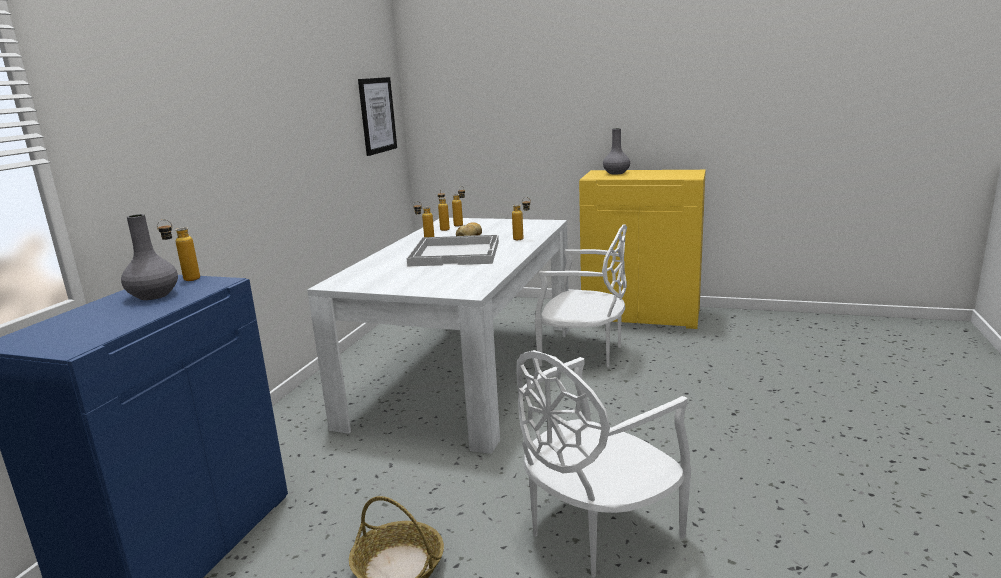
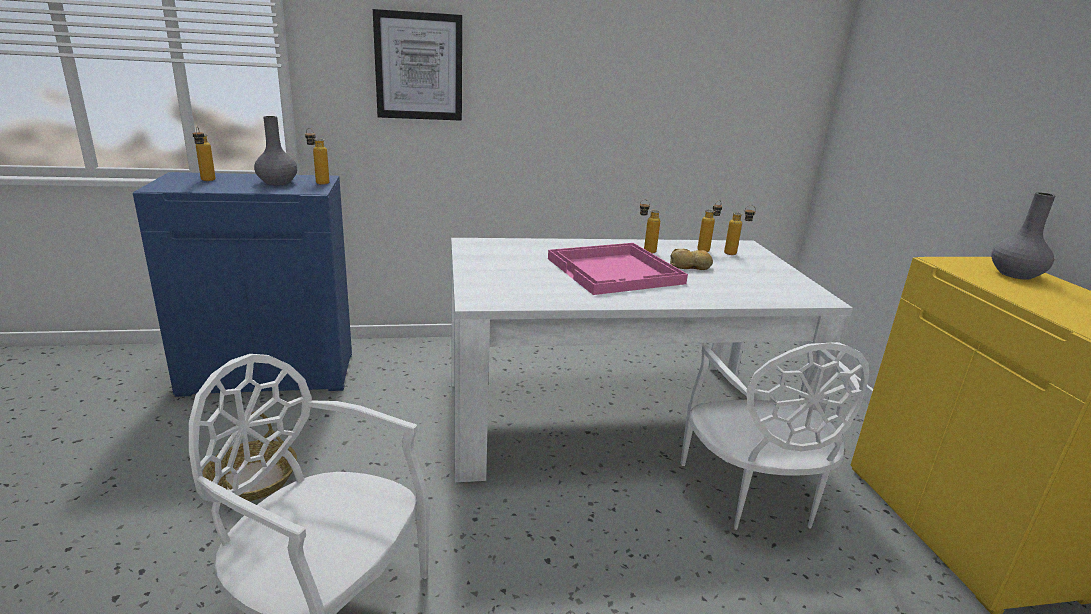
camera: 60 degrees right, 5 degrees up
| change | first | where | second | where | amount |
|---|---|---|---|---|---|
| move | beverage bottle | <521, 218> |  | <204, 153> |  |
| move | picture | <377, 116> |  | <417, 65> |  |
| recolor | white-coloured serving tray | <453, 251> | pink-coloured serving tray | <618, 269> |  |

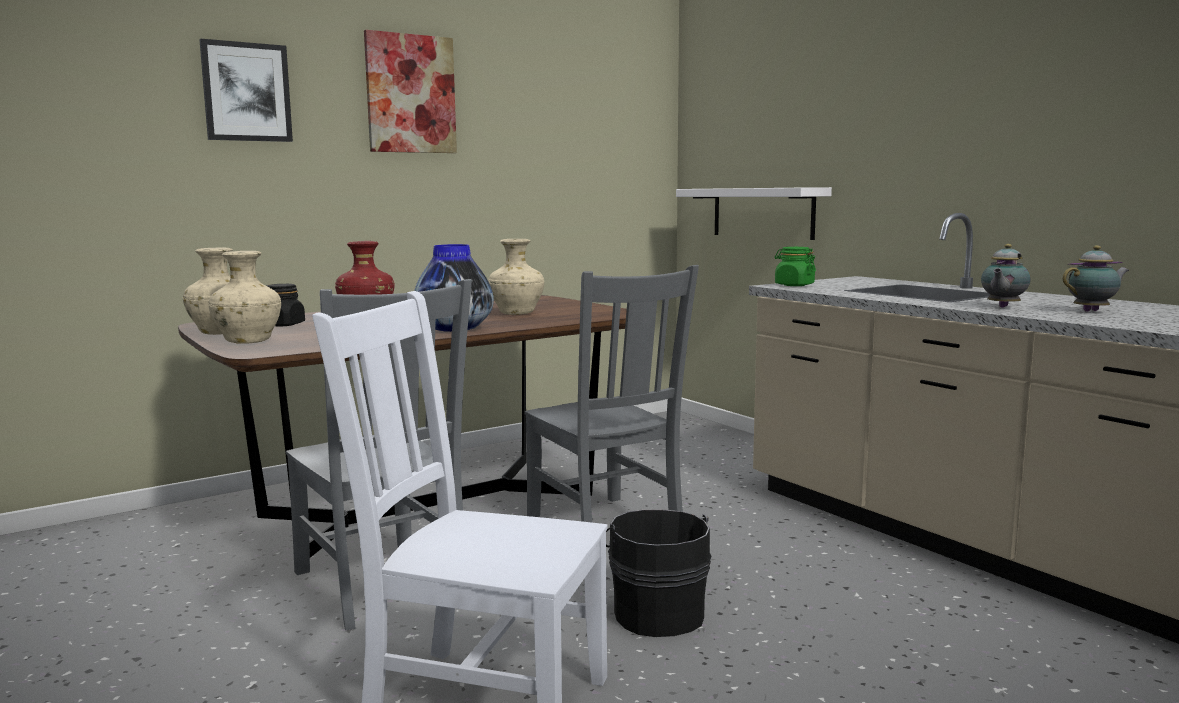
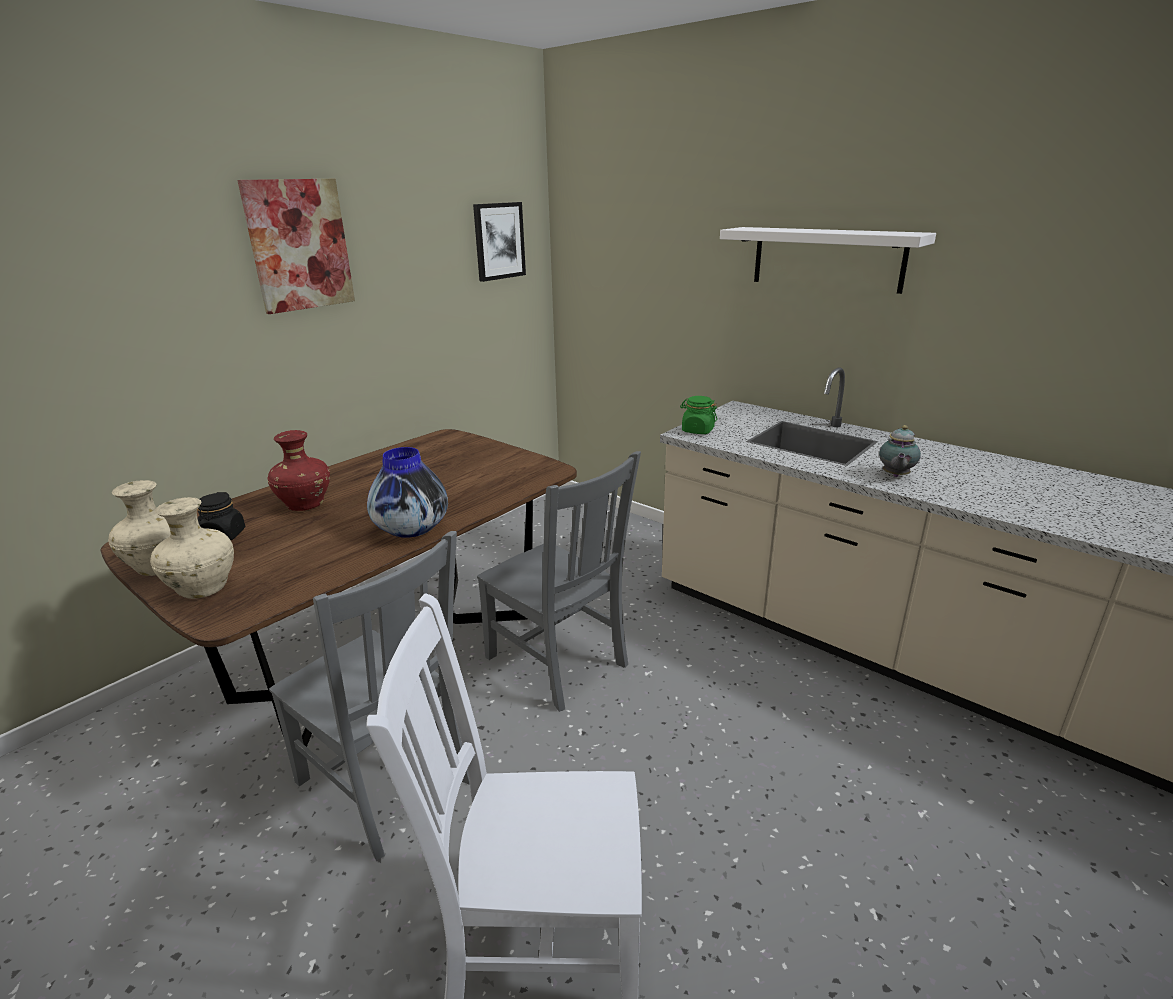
camera: 15 degrees left, 15 degrees up
| change | first | where | second | where | amount |
|---|---|---|---|---|---|
| move | picture | <246, 90> |  | <499, 242> |  |
| move | white-coloured shelf | <754, 213> |  | <828, 260> |  |
| delete | sand-coloured flower vase | <516, 277> |  |  |  |
| delete | black bucket | <658, 573> |  |  |  |
| delete | tea pot | <1096, 278> |  |  |  |

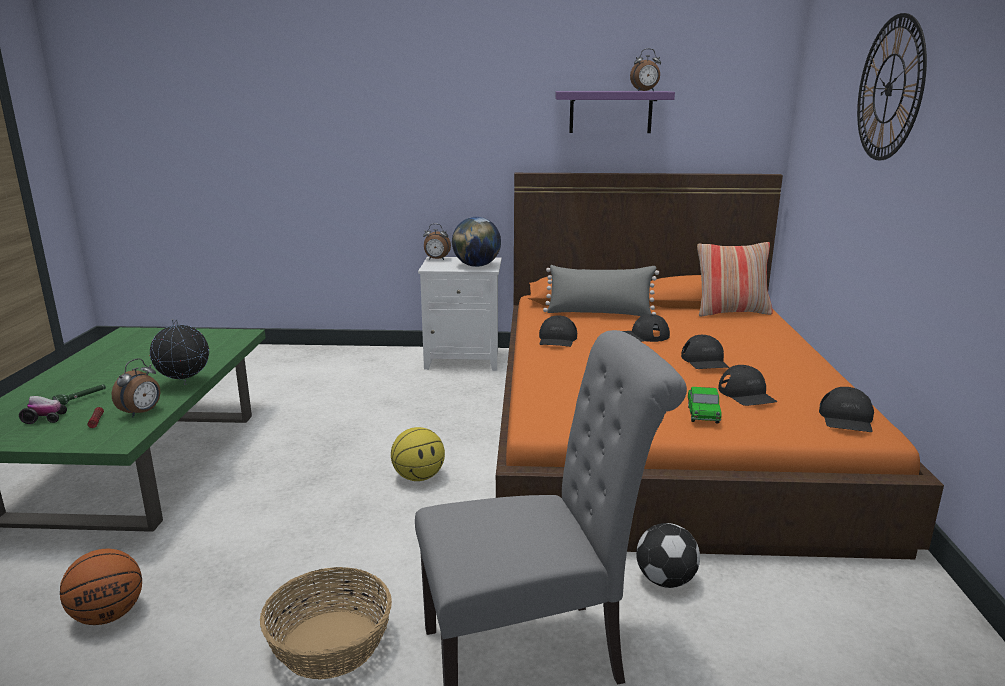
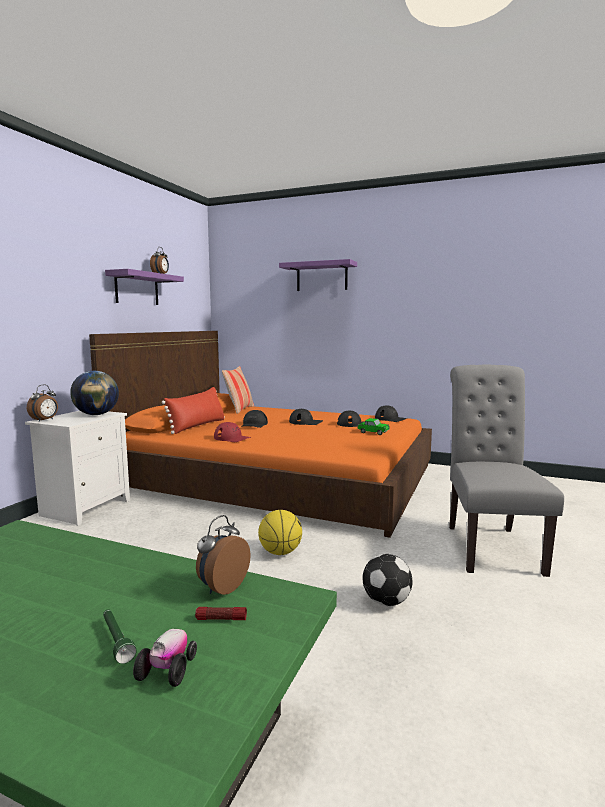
camera: 70 degrees left, 10 degrees down
| change | first | where | second | where | amount |
|---|---|---|---|---|---|
| recolor | greyish cushion | <601, 290> | red-coloured cushion | <193, 410> |  |
| rotate | table clock | <135, 387> |  | <223, 555> | 105 degrees counterclockwise |
| recolor | black baseball cap | <558, 331> | red-coloured baseball cap | <232, 432> |  |
| replace | wall clock | <892, 86> | purple shelf | <318, 275> |  |
| move | football | <668, 555> |  | <388, 580> |  |
| delete | basketball | <101, 587> |  |  |  |
| delete | world globe | <179, 352> |  |  |  |
| delete | household basket | <326, 623> |  |  |  |

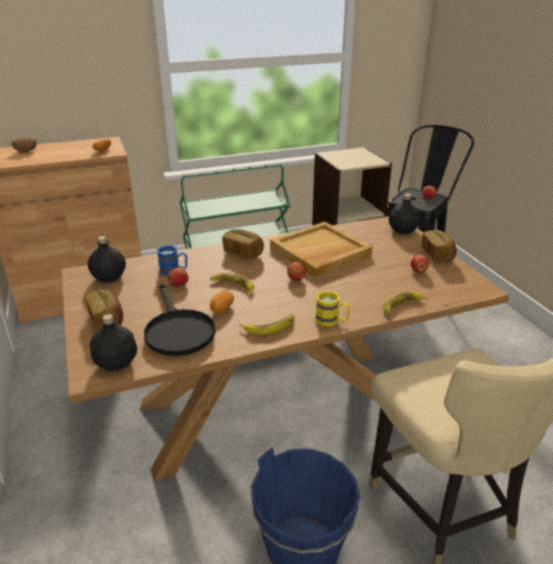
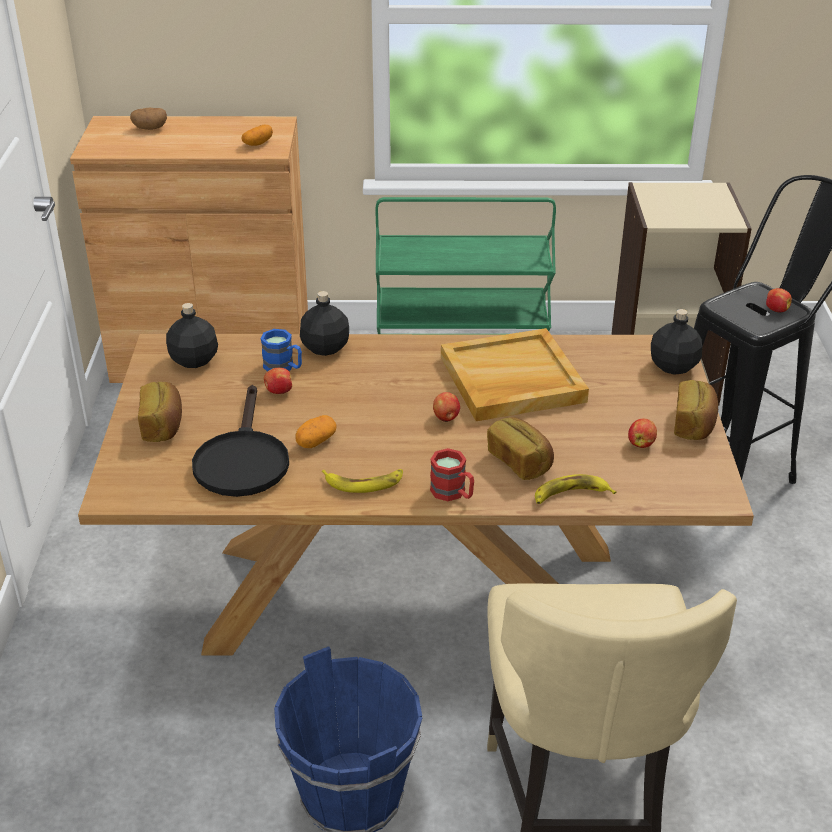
camera: 20 degrees right, 5 degrees up
| change | first | where | second | where | amount |
|---|---|---|---|---|---|
| move | black beverage bottle | <113, 342> |  | <324, 323> |  |
| recolor | yellow tea mug | <333, 308> | red-coloured tea mug | <452, 474> |  |
| move | bakery bread | <243, 244> |  | <520, 448> |  |
| delete | whole banana | <232, 283> |  |  |  |

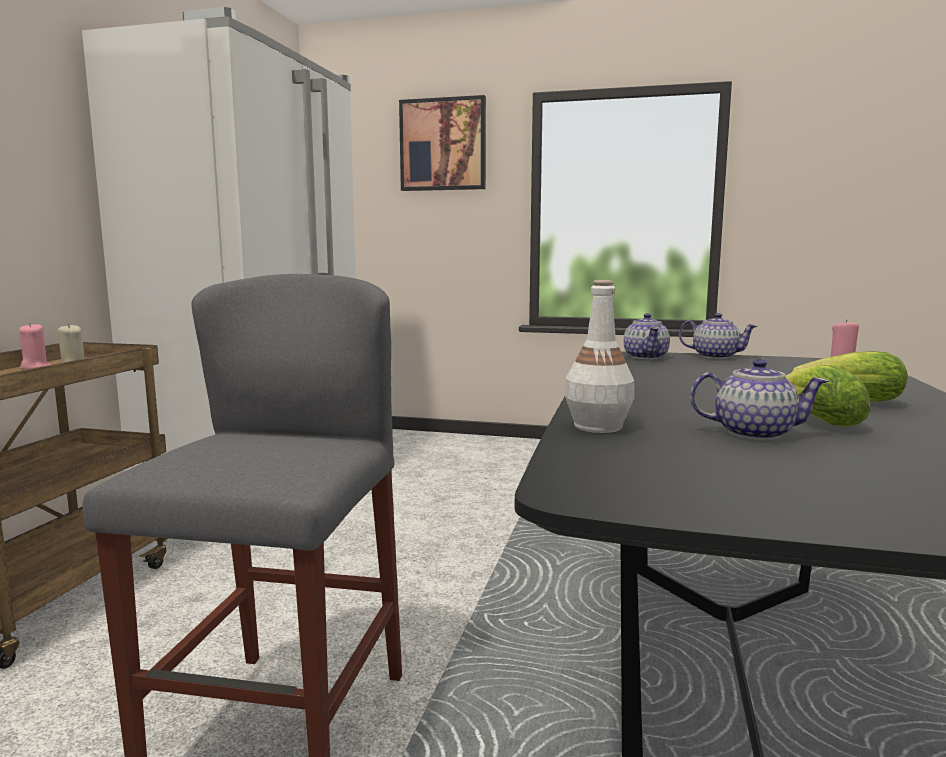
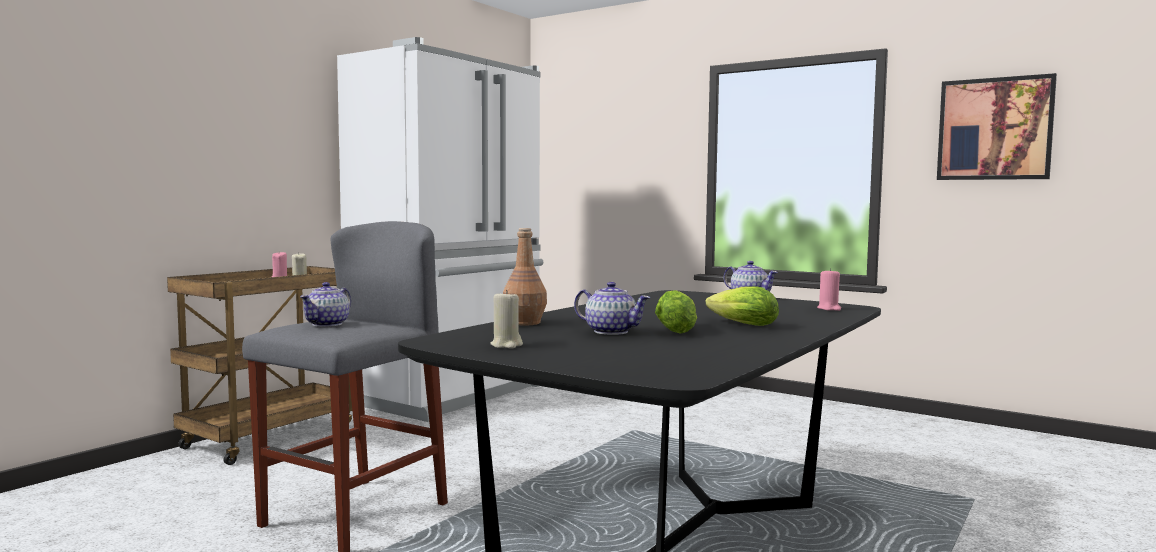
camera: 20 degrees right, 5 degrees down
| change | first | where | second | where | amount |
|---|---|---|---|---|---|
| move | tea pot | <647, 336> |  | <325, 304> |  |
| insert |  |  | sand-coloured wax light | <506, 319> |  |
| recolor | white-coloured beverage bottle | <599, 356> | brown beverage bottle | <525, 277> |  |
| move | picture | <442, 143> |  | <997, 126> |  |

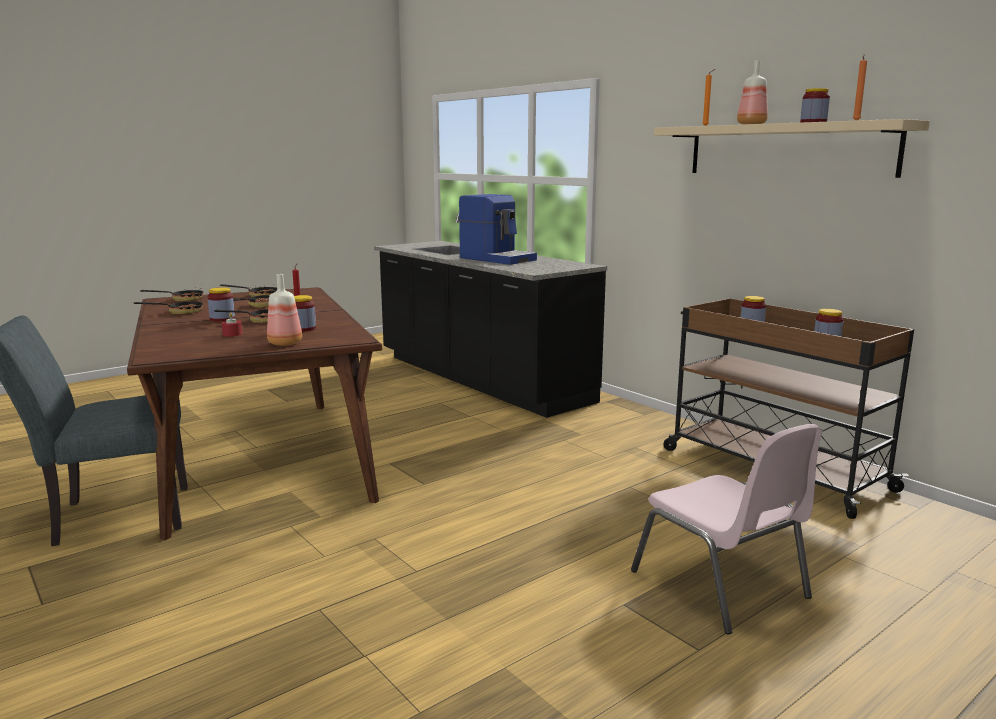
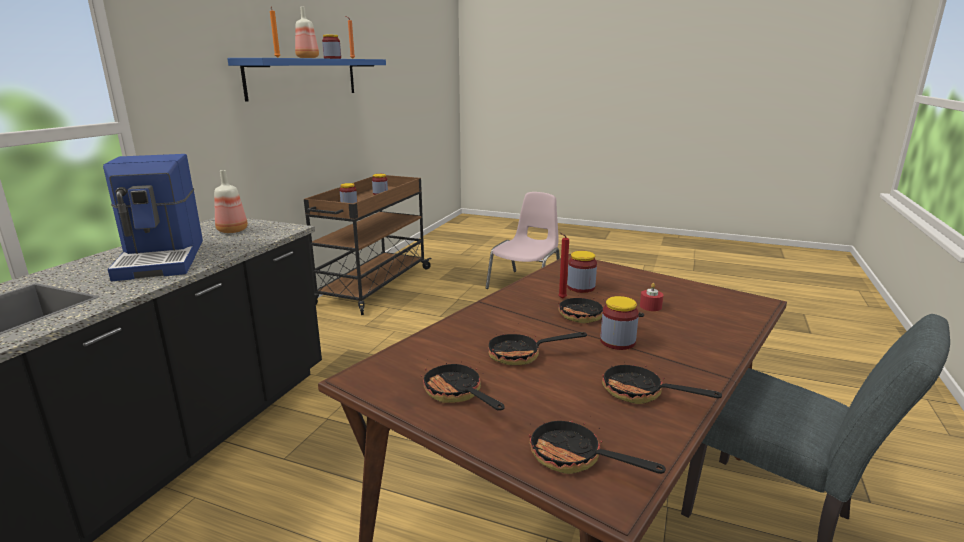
camera: 120 degrees left, 5 degrees up
| change | first | where | second | where | amount |
|---|---|---|---|---|---|
| rotate | coffee machine | <498, 229> |  | <153, 217> | 150 degrees clockwise |
| move | beverage bottle | <284, 310> |  | <231, 201> |  |
| recolor | sand-coloured shelf | <792, 148> | bluish shelf | <306, 80> |  |

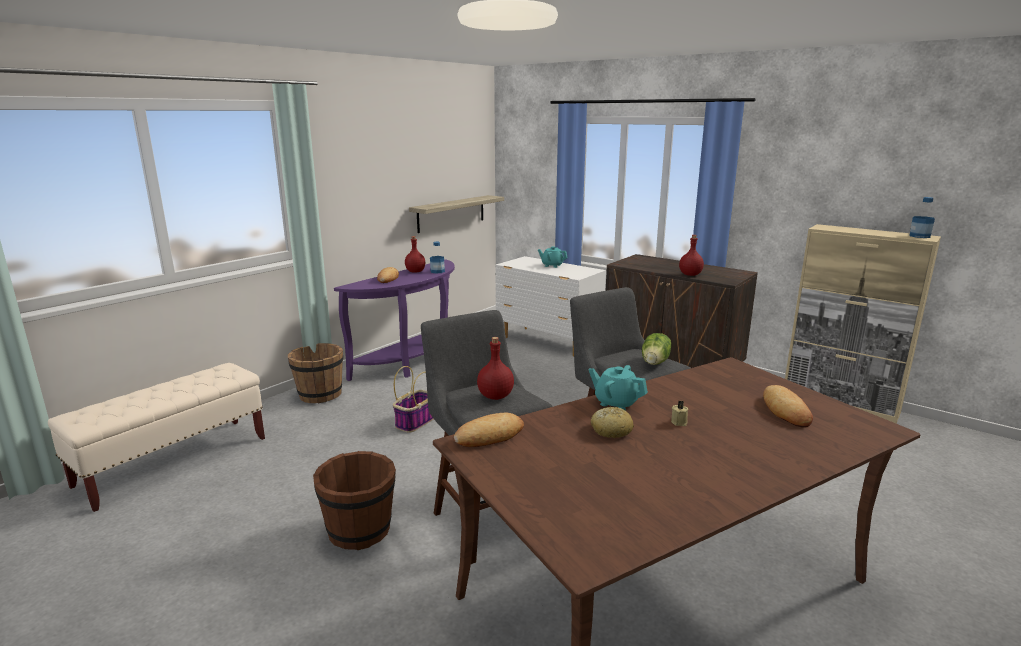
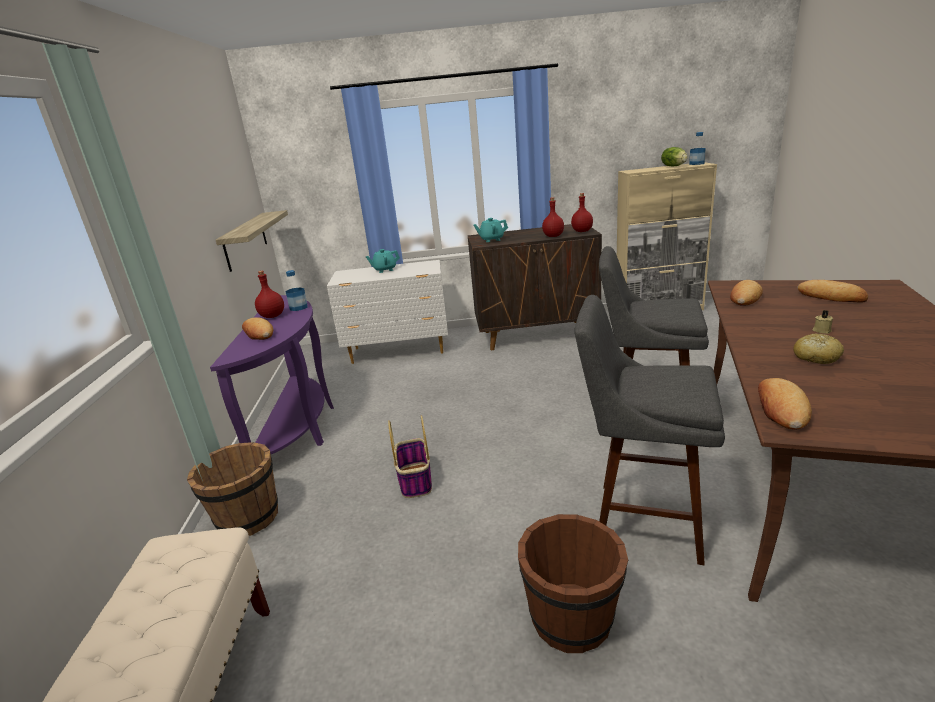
camera: 40 degrees left, 5 degrees up
| change | first | where | second | where | amount |
|---|---|---|---|---|---|
| move | turquoise-coloured tea pot | <618, 387> |  | <491, 230> |  |
| move | red-coloured beverage bottle | <495, 368> |  | <582, 212> |  |
| move | lettuce head | <656, 349> |  | <674, 156> |  |
| insert |  |  | bakery bread | <746, 293> |  |

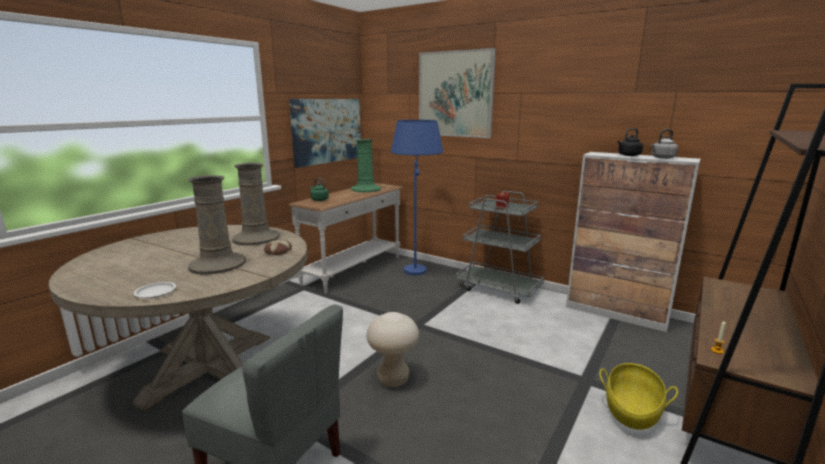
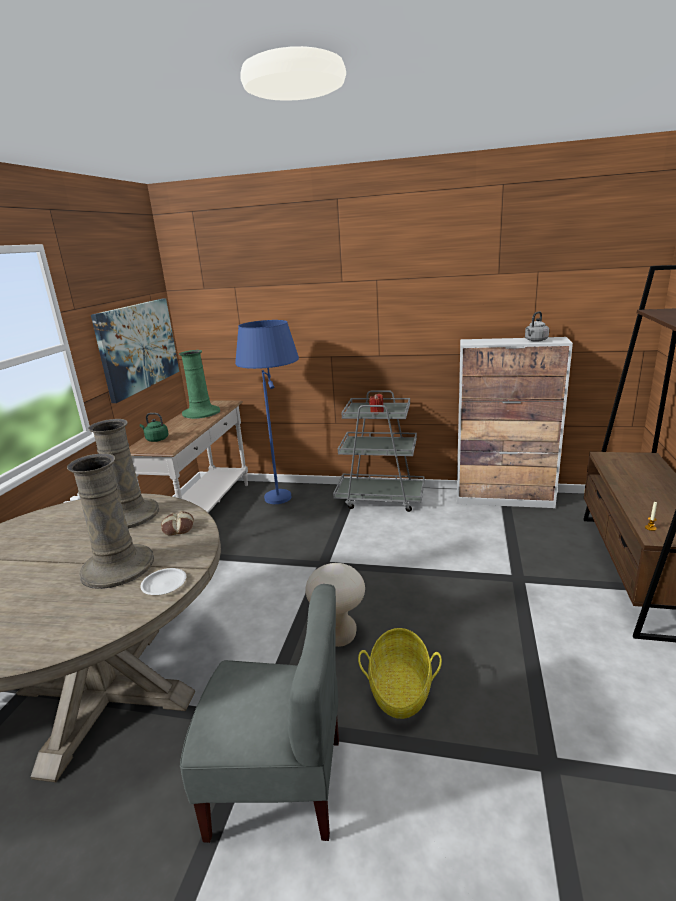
camera: 20 degrees left, 5 degrees up
| change | first | where | second | where | amount |
|---|---|---|---|---|---|
| move | white-coloured flat dish | <155, 290> |  | <163, 581> |  |
| move | household basket | <638, 396> |  | <400, 673> |  |
| delete | picture | <457, 93> |  |  |  |
| delete | black water kettle | <630, 142> |  |  |  |

